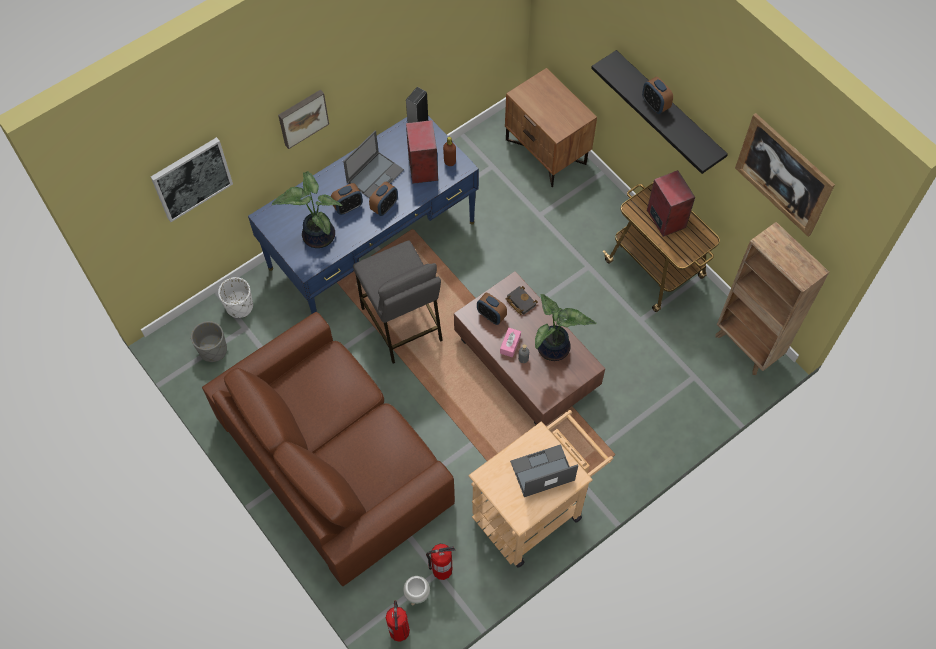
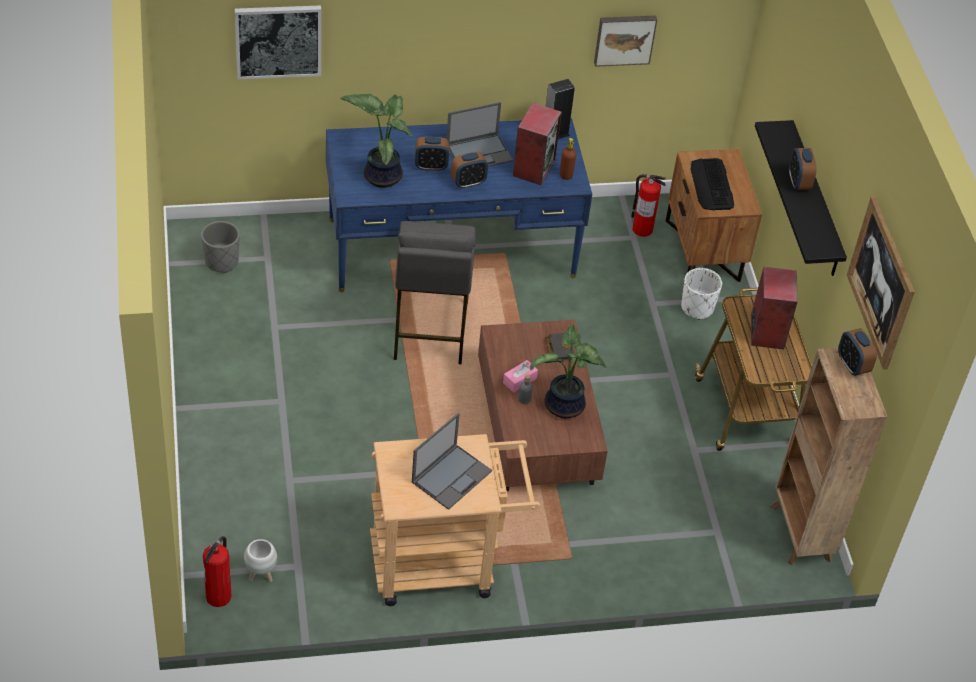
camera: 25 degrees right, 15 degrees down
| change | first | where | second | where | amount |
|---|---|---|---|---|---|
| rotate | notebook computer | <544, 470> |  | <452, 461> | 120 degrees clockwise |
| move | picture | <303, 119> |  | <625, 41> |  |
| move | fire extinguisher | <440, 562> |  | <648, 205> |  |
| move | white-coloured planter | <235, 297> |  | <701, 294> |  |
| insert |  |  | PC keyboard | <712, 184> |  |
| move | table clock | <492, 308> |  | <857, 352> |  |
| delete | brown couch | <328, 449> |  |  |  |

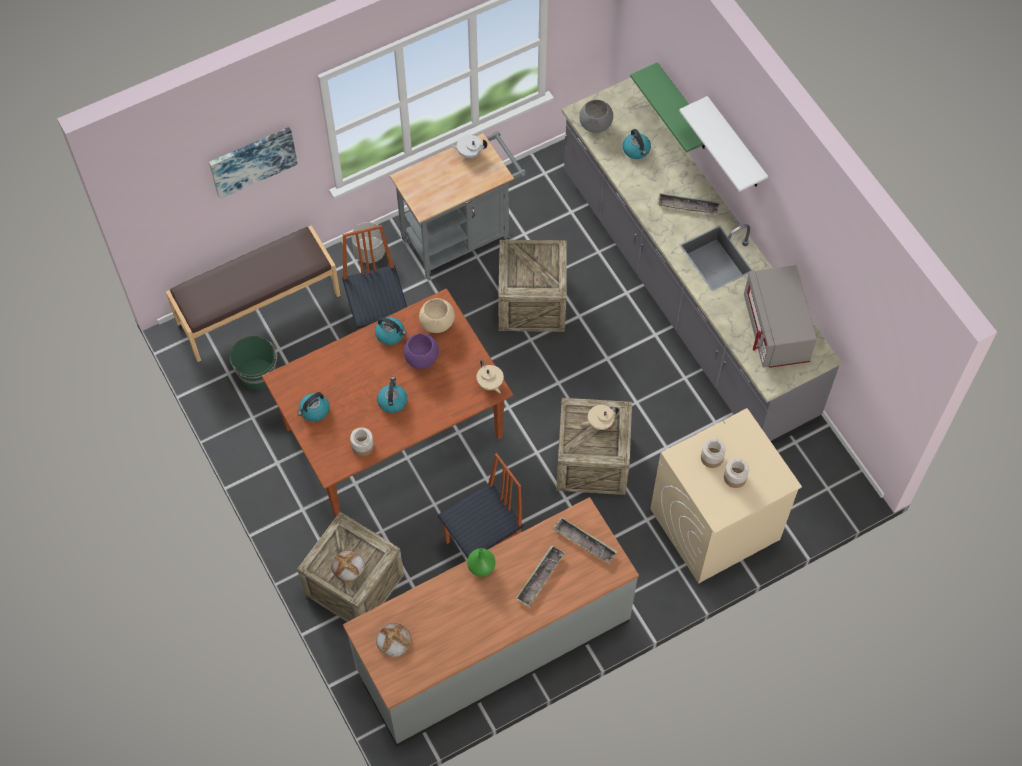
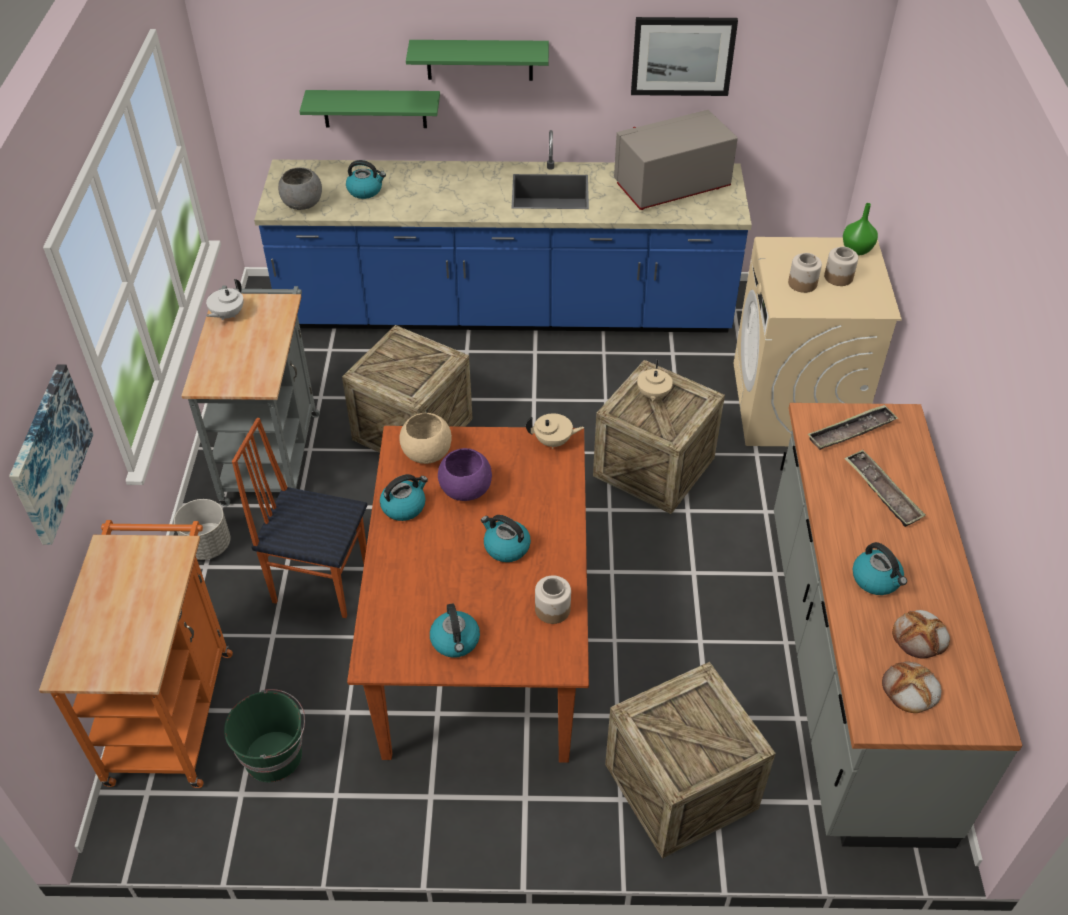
camera: 60 degrees left, 15 degrees down
| change | first | where | second | where | amount |
|---|---|---|---|---|---|
| replace | brown indoor bench | <253, 293> | orangey trolley | <136, 654> |  |
| recolor | greyish kitchen counter | <702, 261> | bluish kitchen counter | <503, 231> |  |
| recolor | white-coloured shelf | <723, 144> | greenish shelf | <477, 60> |  |
| rotate | greyish microwave oven | <780, 316> |  | <676, 160> | 135 degrees clockwise |
| insert |  |  | picture | <684, 56> |  |
| move | greenish flower vase | <481, 562> |  | <860, 229> |  |
| insert |  |  | water kettle | <880, 568> |  |
| move | bakery bread | <348, 566> |  | <921, 634> |  |
| delete | chair | <480, 505> |  |  |  |
| delete | serving tray | <688, 203> |  |  |  |

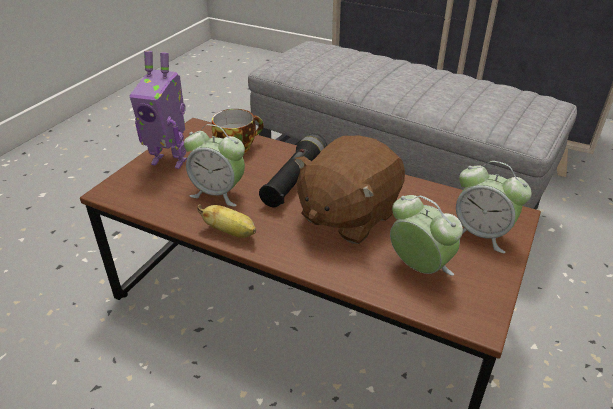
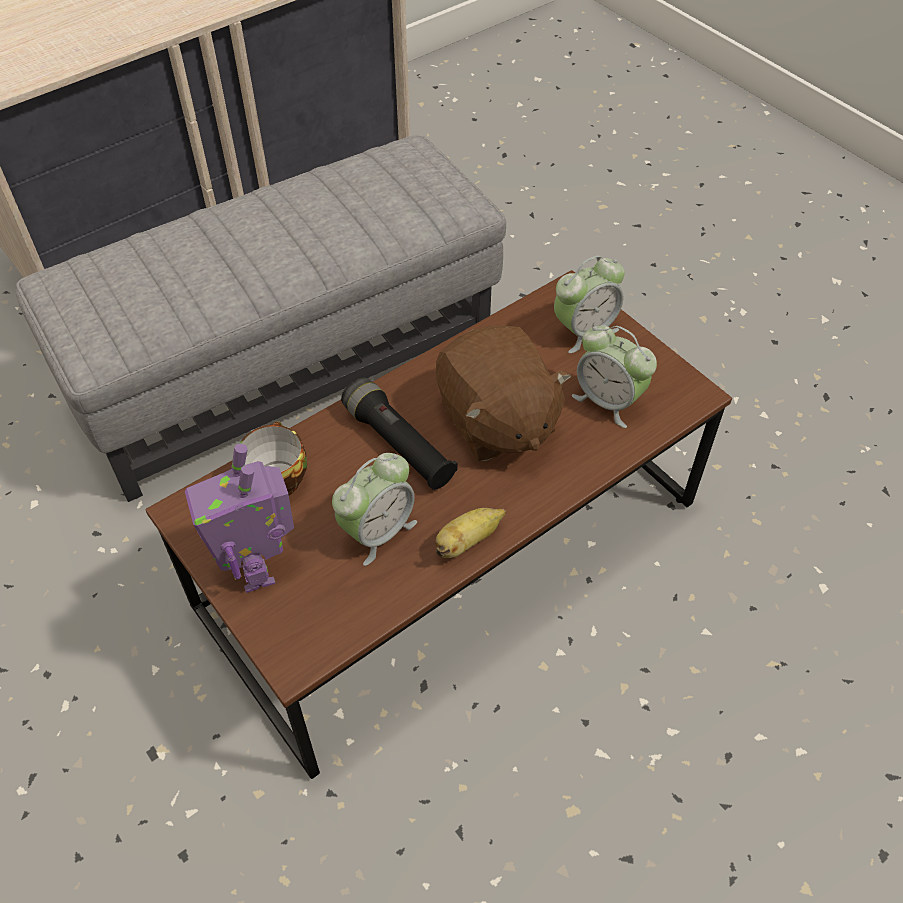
camera: 65 degrees left, 15 degrees up
| change | first | where | second | where | amount |
|---|---|---|---|---|---|
| rotate | robot figure | <158, 110> |  | <239, 518> | 120 degrees clockwise |
| rotate | table clock | <426, 235> |  | <614, 376> | 120 degrees counterclockwise |

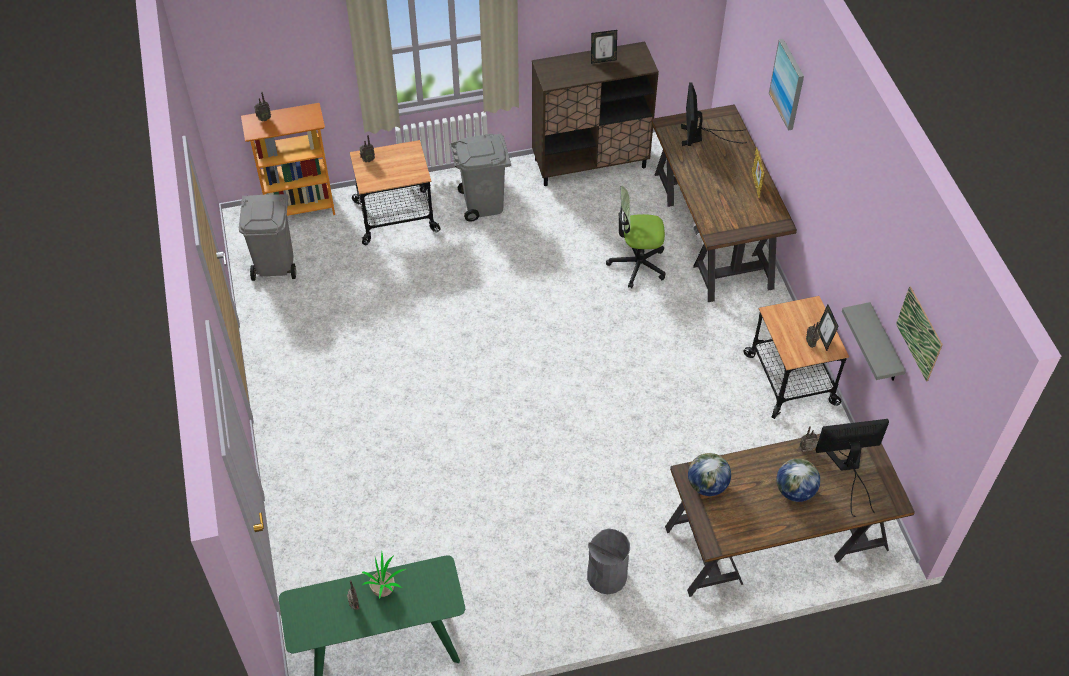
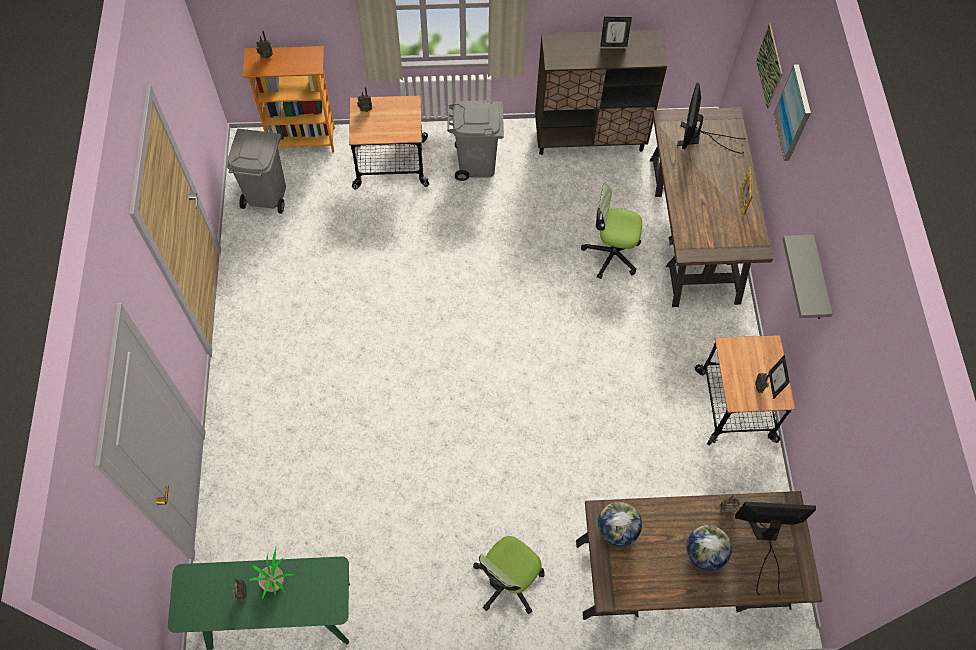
camera: 10 degrees right, 10 degrees up
| change | first | where | second | where | amount |
|---|---|---|---|---|---|
| replace | greyish trash can | <608, 561> | desk chair | <509, 575> |  |
| move | picture | <919, 334> |  | <769, 66> |  |
| move | greyish shelf | <874, 341> |  | <808, 277> |  |

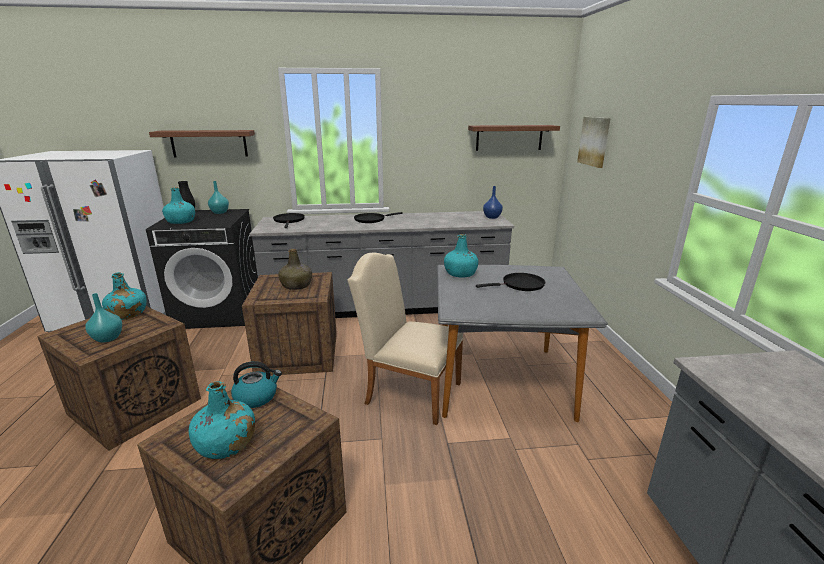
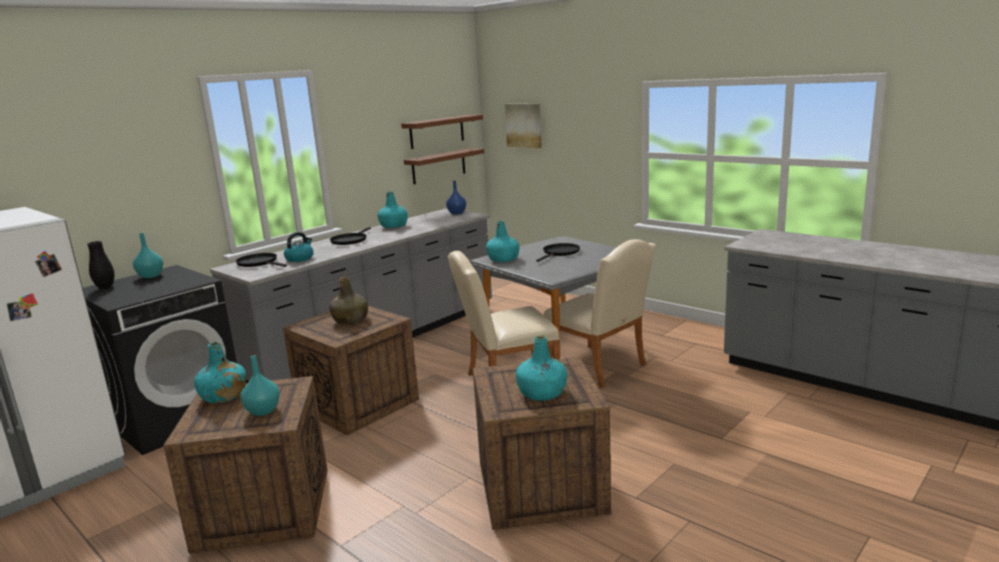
camera: 40 degrees left, 5 degrees down
| change | first | where | second | where | amount |
|---|---|---|---|---|---|
| move | water kettle | <256, 384> |  | <298, 247> |  |
| move | turquoise-coloured beverage bottle | <178, 205> |  | <393, 209> |  |
| move | brown shelf | <202, 144> |  | <444, 166> |  |
| insert |  |  | sand-coloured chair | <600, 313> |  |

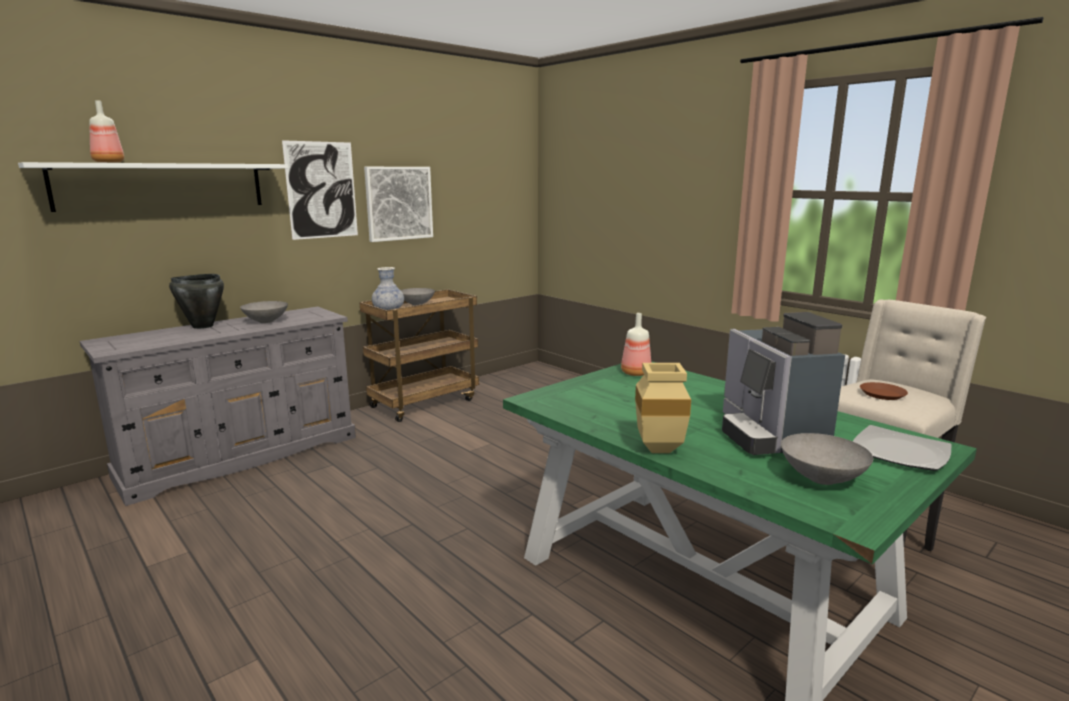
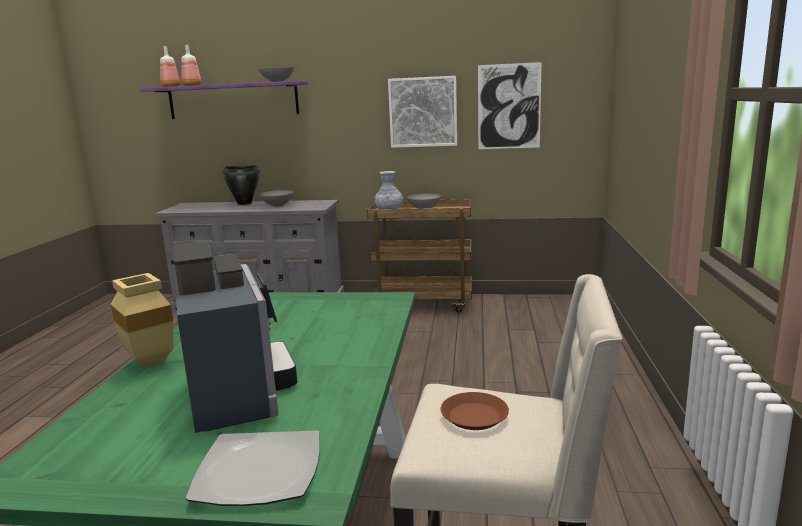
camera: 50 degrees right, 0 degrees up
| change | first | where | second | where | amount |
|---|---|---|---|---|---|
| recolor | white-coloured shelf | <153, 187> | purple shelf | <224, 100> |  |
| move | beverage bottle | <636, 344> |  | <170, 66> |  |
| rotate | coffee machine | <783, 383> |  | <235, 337> | 120 degrees clockwise |
| move | greyish bowl | <827, 459> |  | <276, 74> |  |
| move | picture | <320, 190> |  | <510, 105> |  |

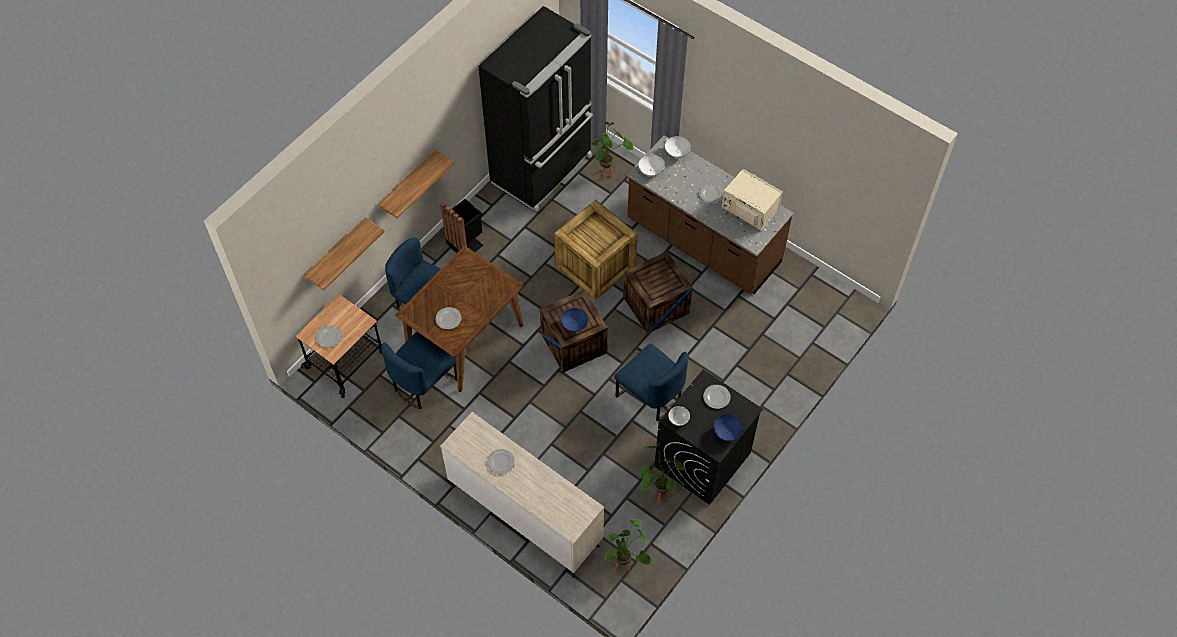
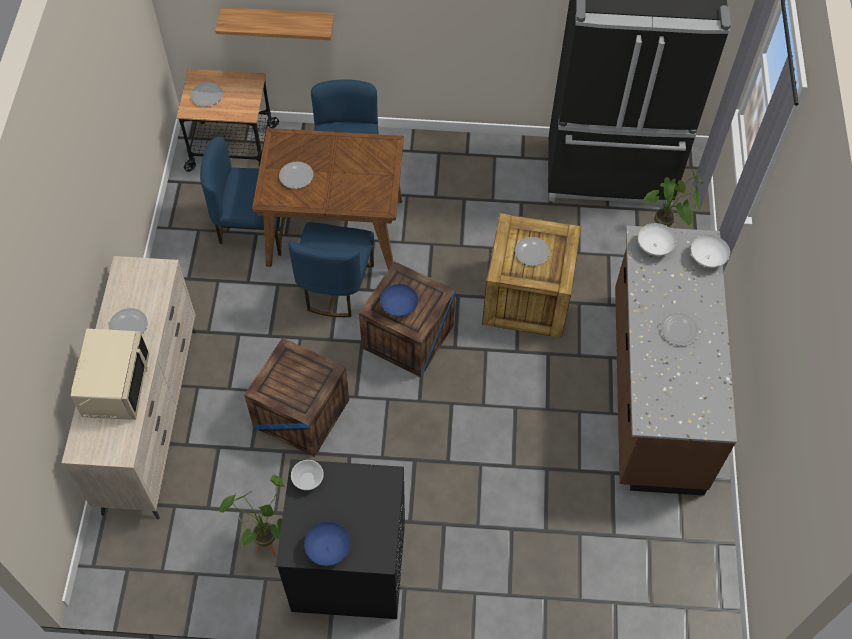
camera: 55 degrees right, 0 degrees up
| change | first | where | second | where | amount |
|---|---|---|---|---|---|
| move | sand-coloured microwave oven | <752, 199> |  | <109, 374> |  |
| move | packing crate | <658, 292> |  | <296, 397> |  |
| move | bluish chair | <651, 382> |  | <331, 269> |  |
| move | flat dish | <717, 397> |  | <532, 251> |  |
| delete | shelf | <416, 184> |  |  |  |
| delete | black trash can | <462, 225> |  |  |  |
| delete | potted plant | <628, 545> |  |  |  |

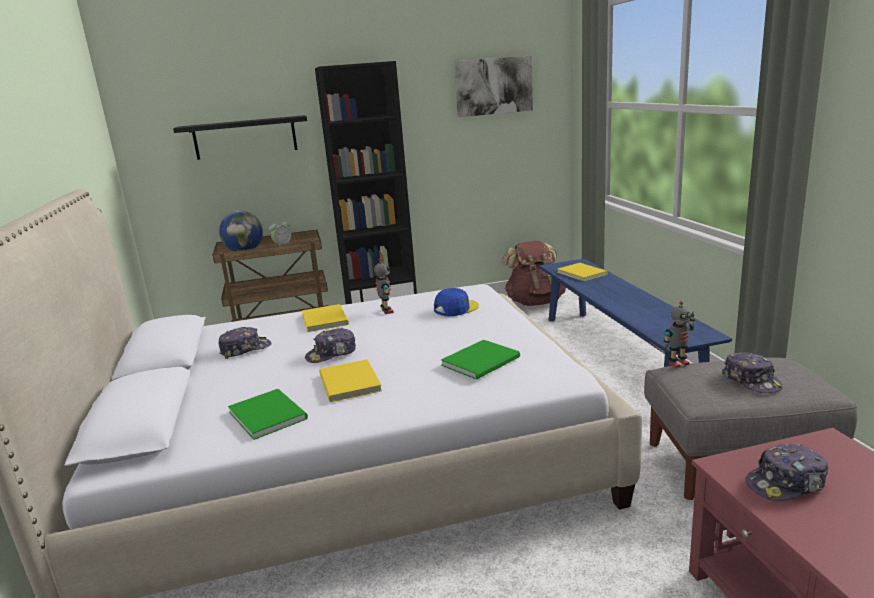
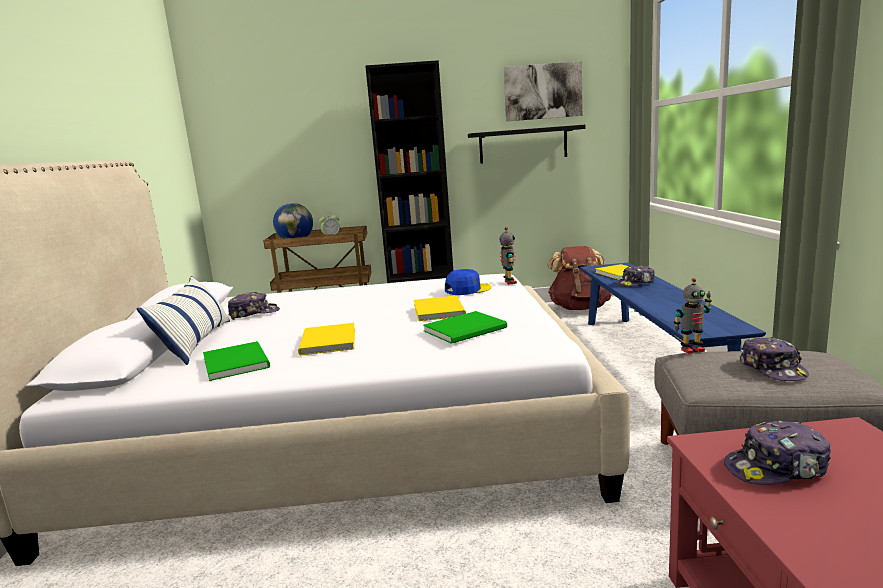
camera: 10 degrees right, 5 degrees down
| change | first | where | second | where | amount |
|---|---|---|---|---|---|
| insert |  |  | cushion | <183, 320> |  |
| move | yellow bound book | <325, 318> |  | <440, 308> |  |
| move | black shelf | <240, 137> |  | <526, 144> |  |
| move | robot figure | <384, 286> |  | <508, 256> |  |
| move | baseball cap | <330, 345> |  | <635, 276> |  |

